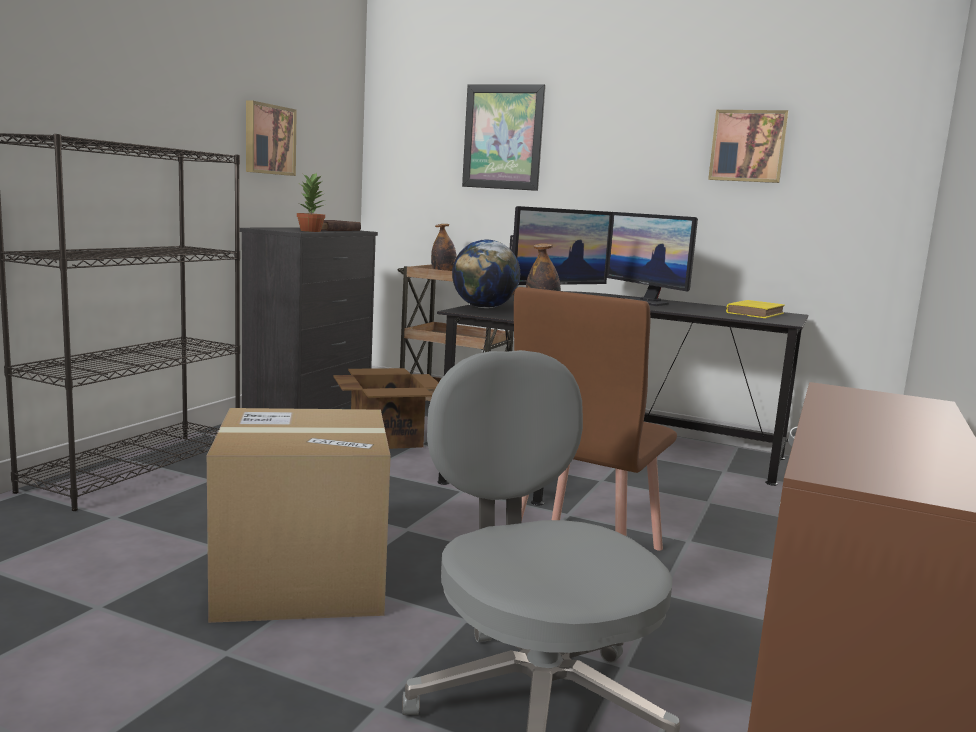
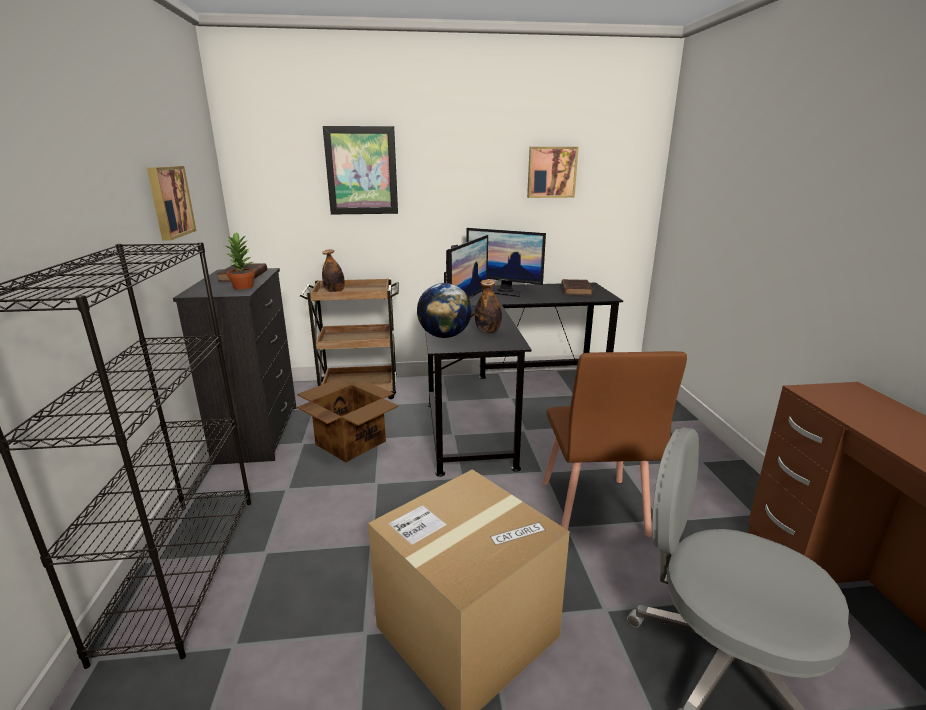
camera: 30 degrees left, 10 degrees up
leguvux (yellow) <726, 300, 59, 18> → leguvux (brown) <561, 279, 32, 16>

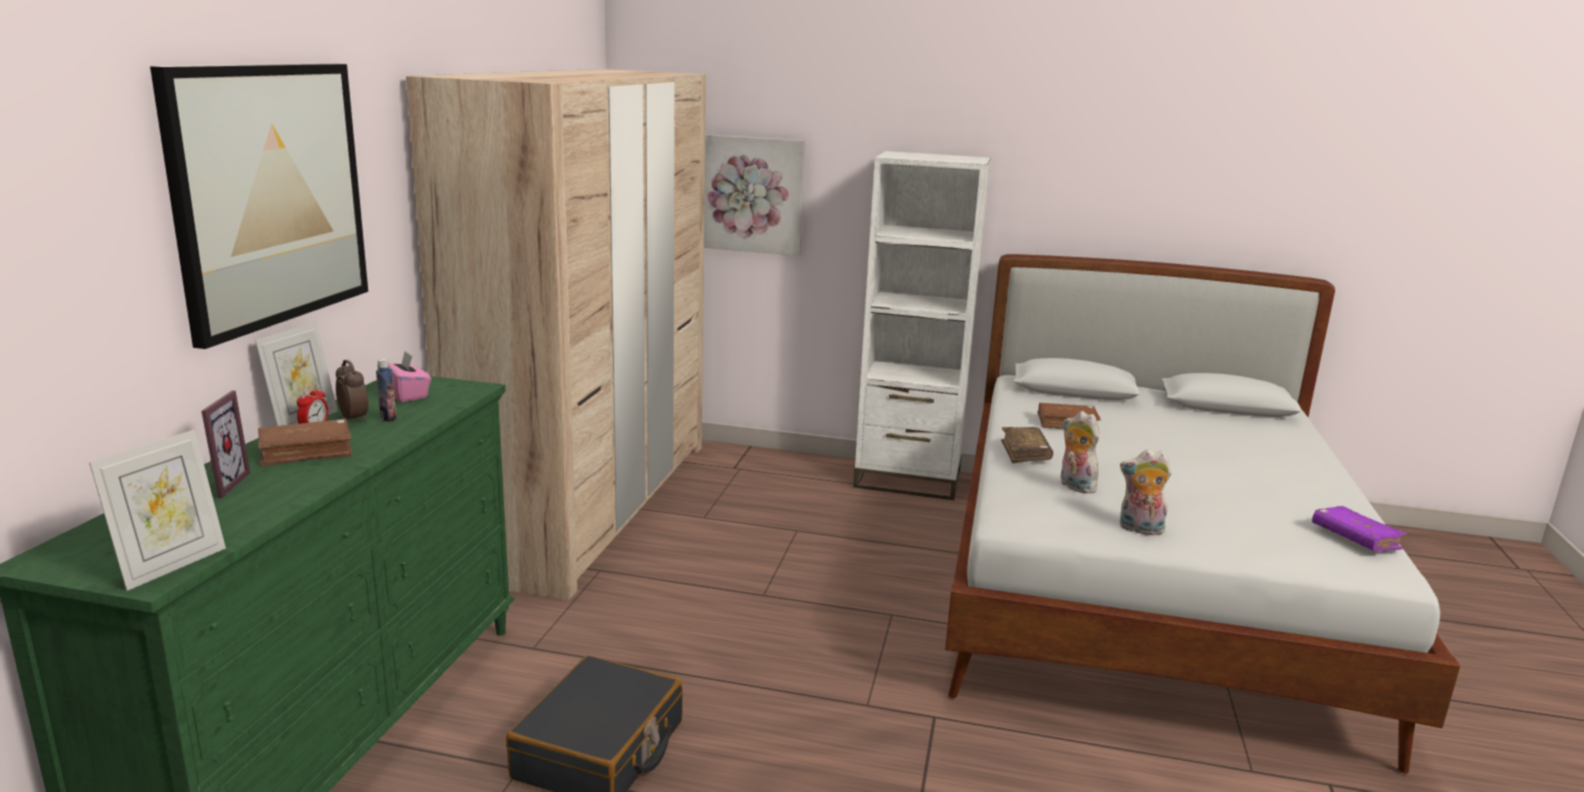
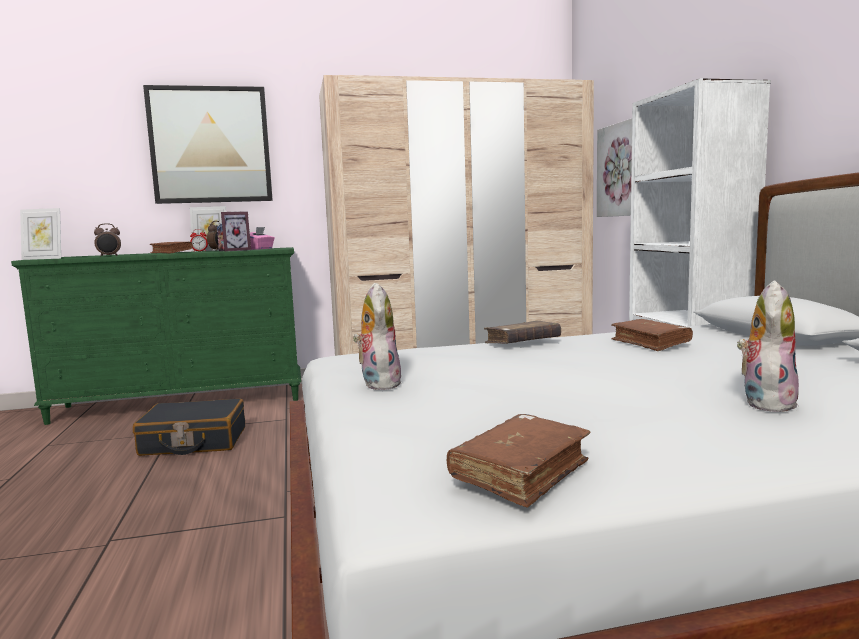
camera: 65 degrees right, 10 degrees down
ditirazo <201, 391, 50, 107> → ditirazo <221, 211, 30, 40>, relocated
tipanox <1061, 411, 40, 82> → tipanox <737, 280, 62, 132>, relocated
leguvux (purple) <1312, 506, 95, 46> → leguvux (brown) <447, 414, 143, 94>
- → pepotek <94, 223, 27, 34>

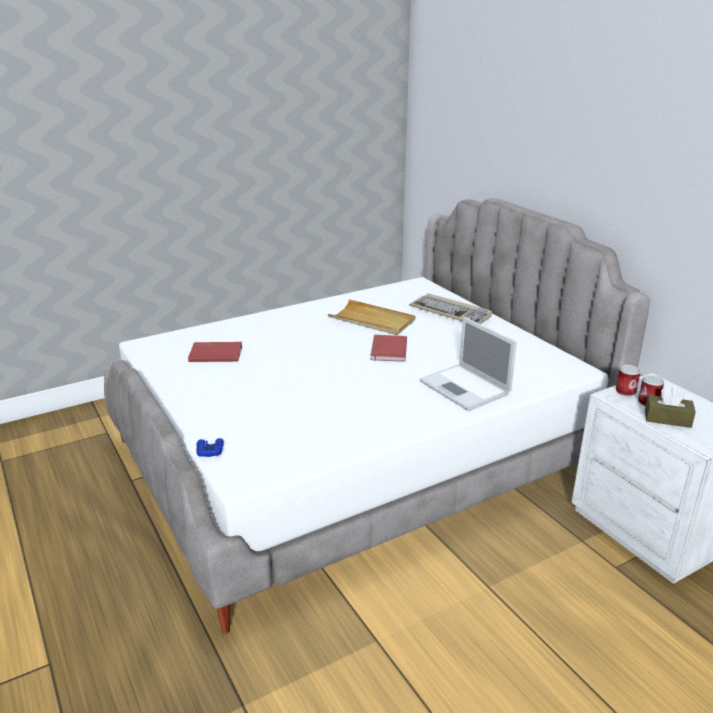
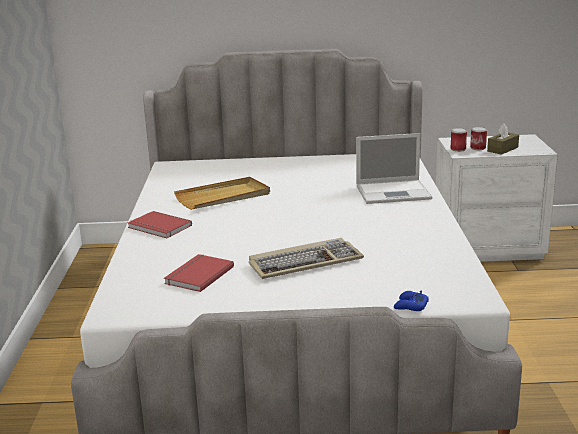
camera: 60 degrees left, 5 degrees down
leguvux (red) <370, 334, 37, 28> → leguvux (red) <128, 211, 64, 27>, relocated
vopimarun <410, 293, 82, 31> → vopimarun <249, 238, 115, 41>, relocated

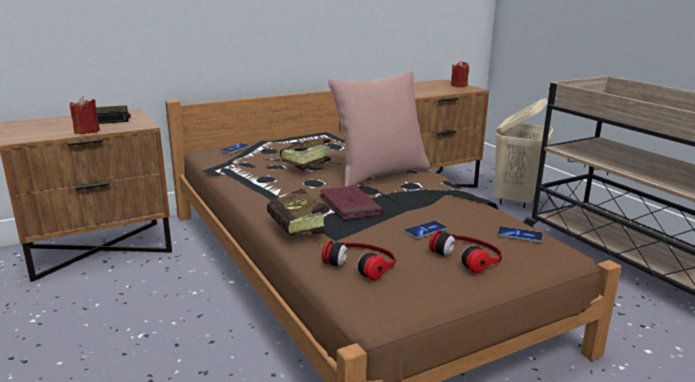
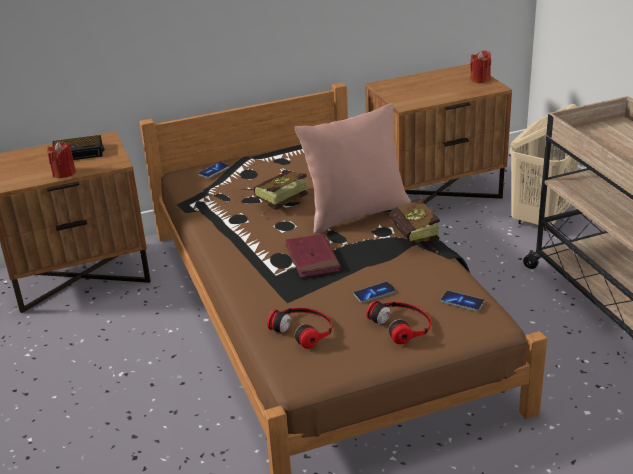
camera: 10 degrees right, 10 degrees up
leguvux <267, 188, 58, 59> → leguvux <389, 198, 51, 55>, relocated

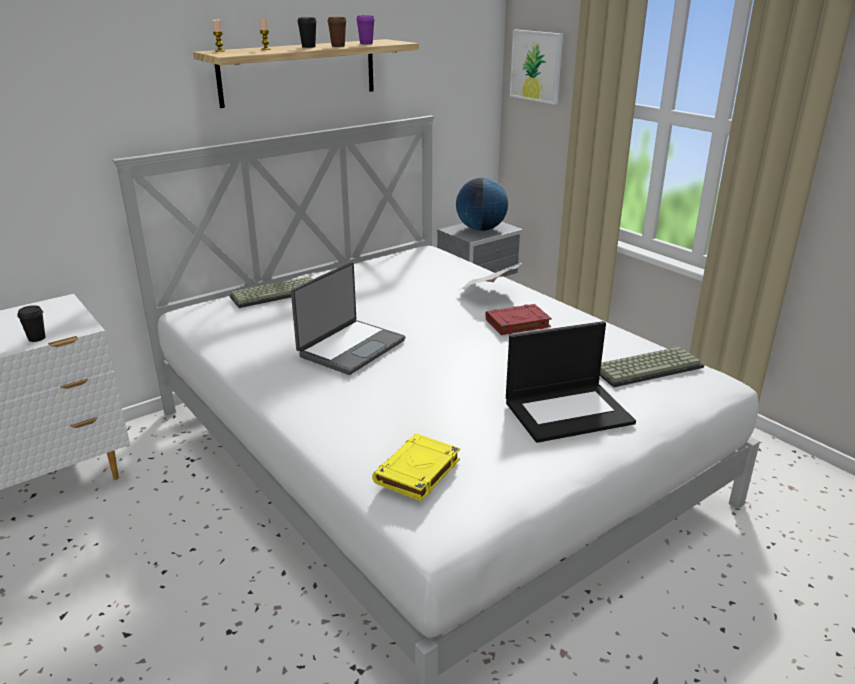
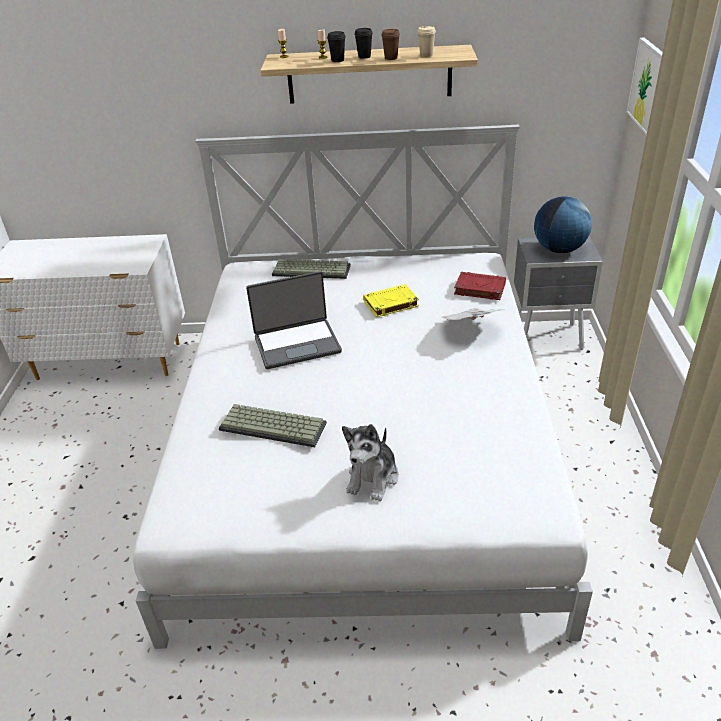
camera: 40 degrees right, 10 degrees up
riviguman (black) <17, 305, 28, 37> → riviguman (black) <327, 31, 19, 31>, relocated
riviguman (purple) <356, 15, 19, 29> → riviguman (beige) <417, 26, 19, 31>
leguvux (yellow) <372, 434, 88, 67> → leguvux (yellow) <363, 284, 56, 33>, relocated
leguvux (red) <485, 304, 67, 31> → leguvux (red) <454, 272, 52, 28>, relocated
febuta <506, 321, 130, 122> → tipanox <342, 424, 57, 77>
vopimarun <600, 347, 104, 40> → vopimarun <219, 404, 108, 43>, relocated

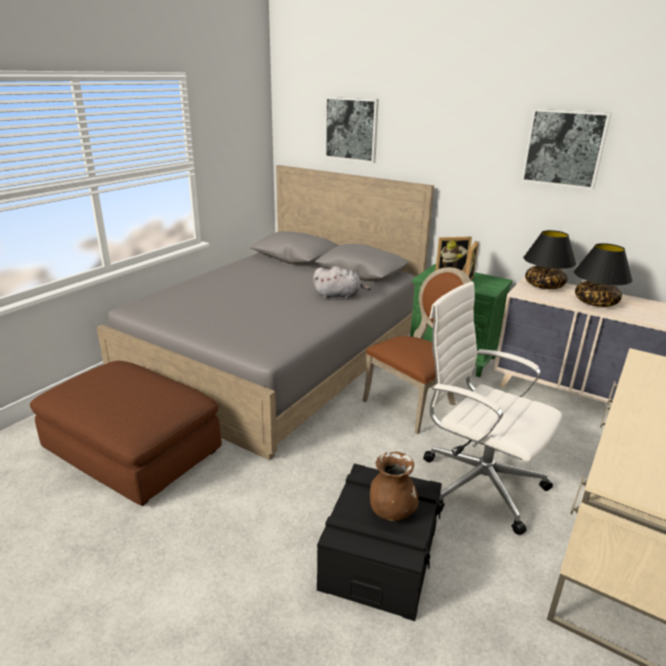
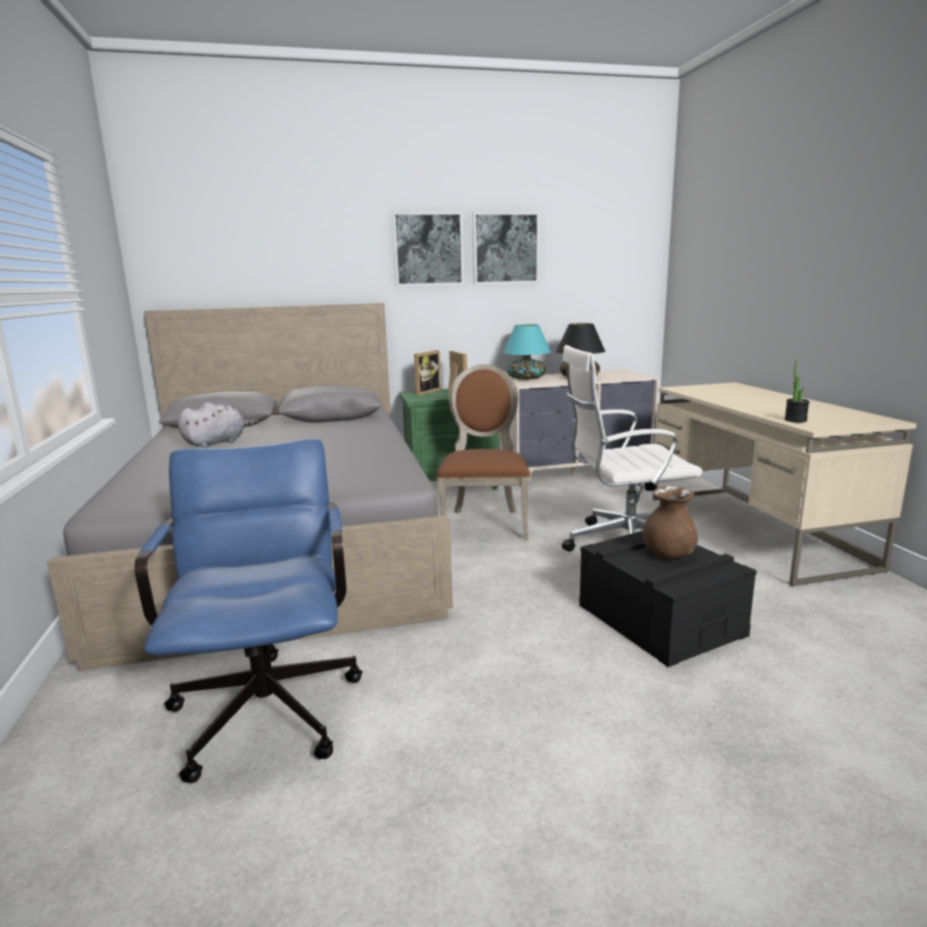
camera: 45 degrees left, 10 degrees down
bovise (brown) <30, 361, 192, 145> → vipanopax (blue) <135, 439, 227, 344>
tipanox (grey) <313, 266, 58, 34> → tipanox (grey) <178, 402, 80, 46>, relocated
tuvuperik <324, 96, 55, 67> → tuvuperik <392, 212, 72, 74>, relocated
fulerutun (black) <523, 230, 53, 59> → fulerutun (turquoise) <502, 324, 49, 56>
- → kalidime <784, 360, 26, 63>

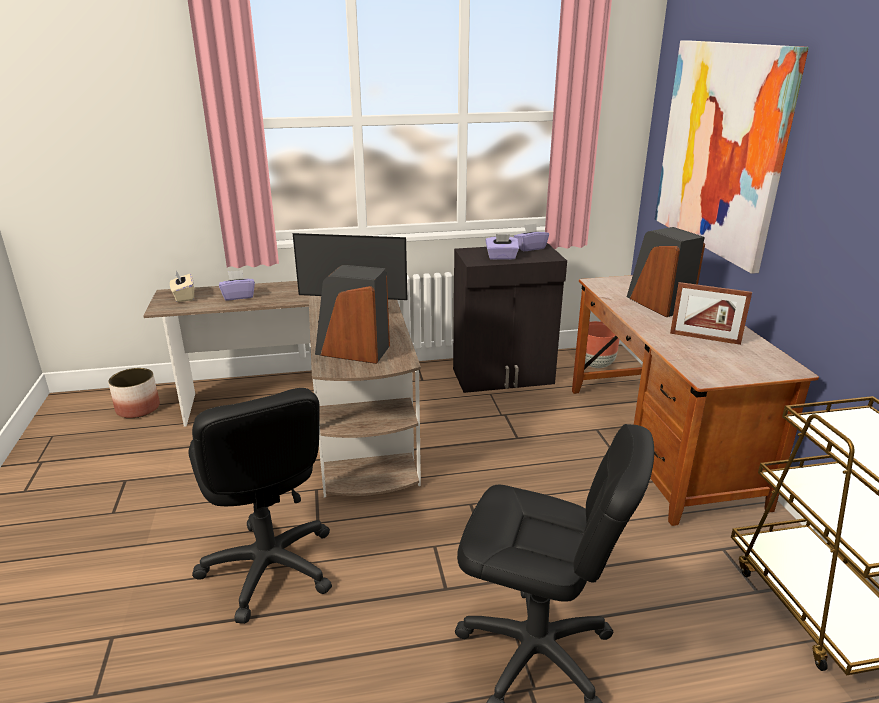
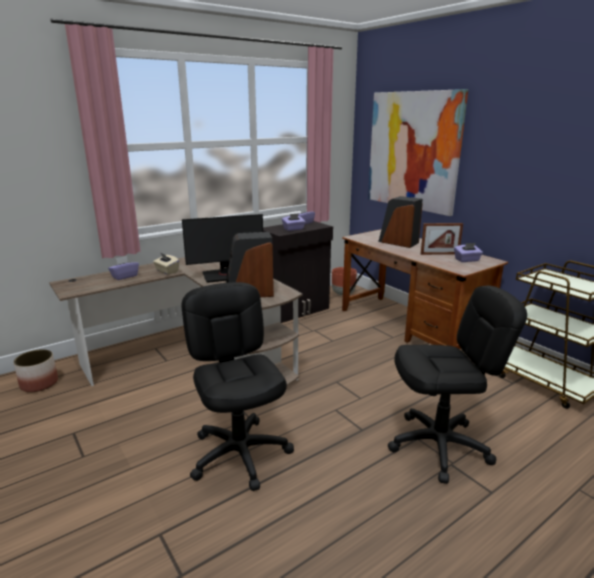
camera: 25 degrees left, 5 degrees down
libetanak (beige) <170, 271, 24, 31> → libetanak (beige) <153, 252, 26, 23>, relocated
vipanopax (black) <189, 388, 143, 236> → vipanopax (black) <181, 282, 113, 209>, 150 degrees counterclockwise
- → libetanak (purple) <454, 243, 29, 19>

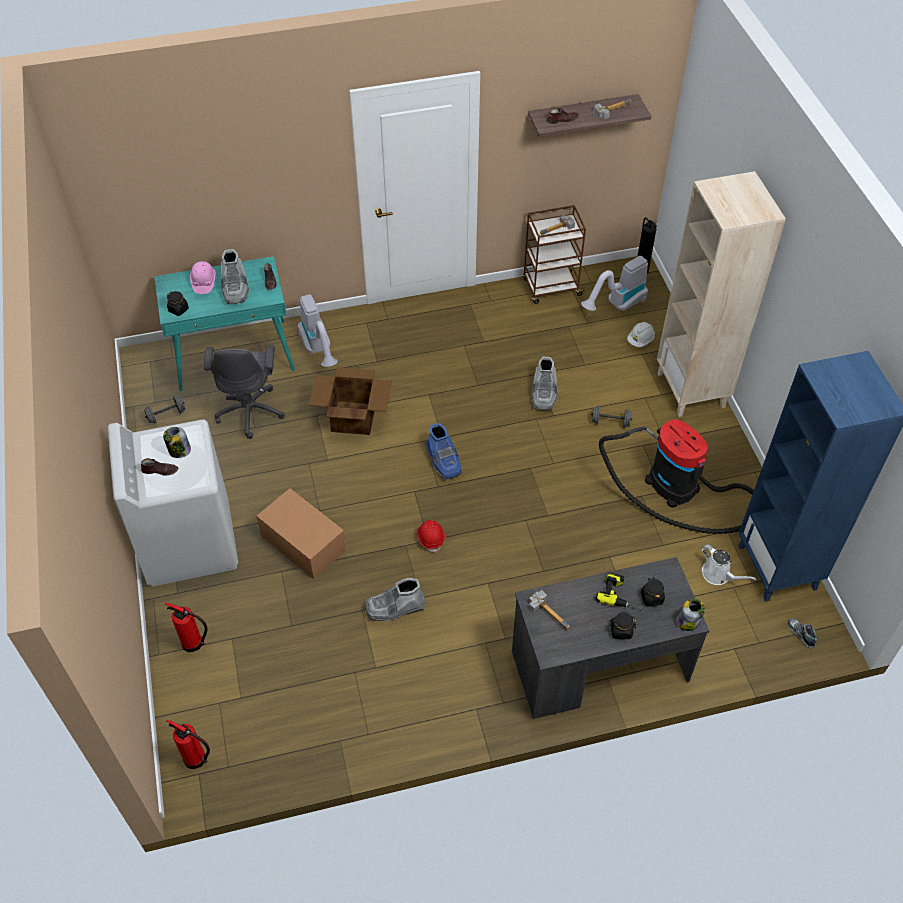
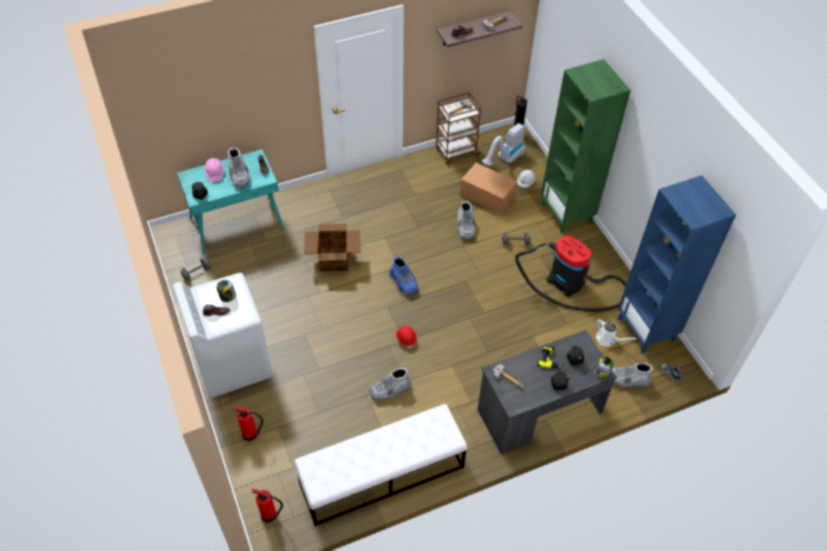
camera: 10 degrees left, 0 degrees up
vipanopax (grey) <204, 345, 81, 94> → -
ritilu <257, 488, 90, 91> → ritilu <460, 163, 58, 51>, relocated
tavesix <298, 294, 40, 73> → -
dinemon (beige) <657, 171, 129, 246> → dinemon (green) <541, 59, 90, 175>
- → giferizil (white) <294, 404, 173, 122>
- → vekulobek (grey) <612, 362, 40, 26>

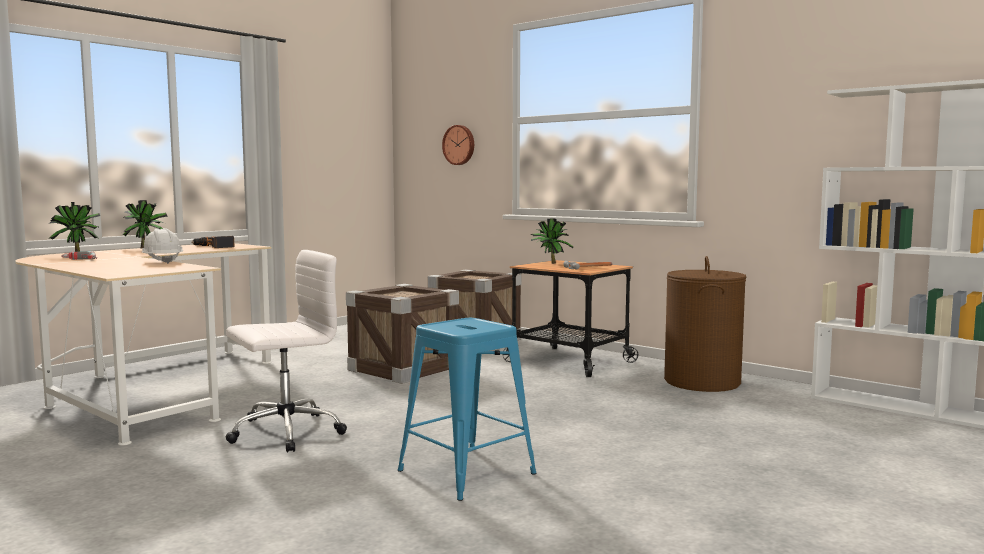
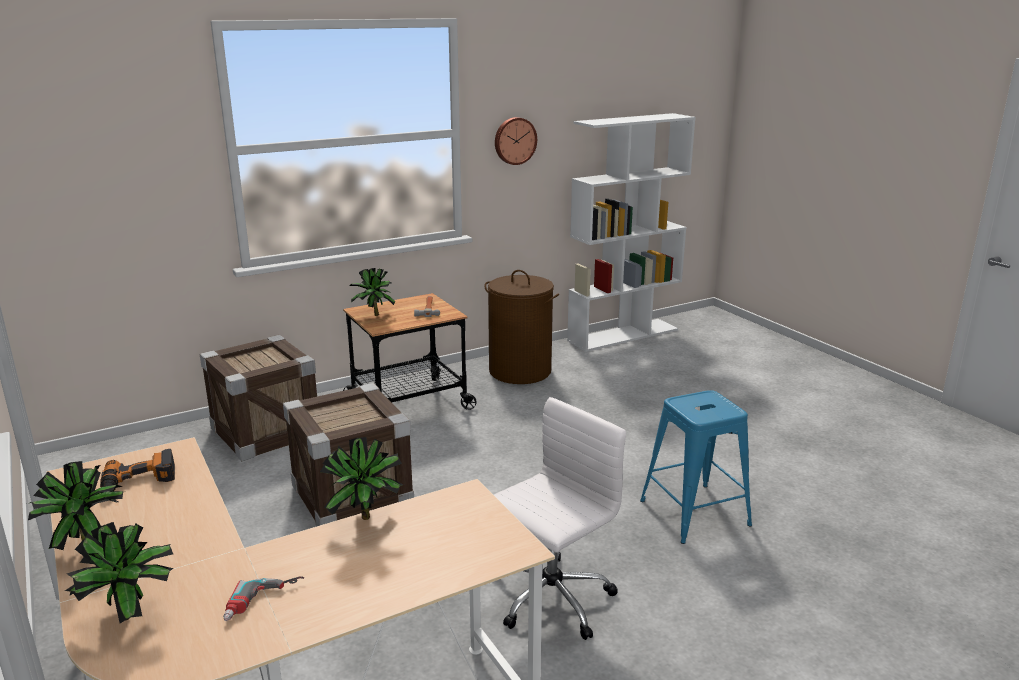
camera: 70 degrees left, 15 degrees up
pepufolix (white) <142, 228, 41, 36> → kalidime <320, 437, 84, 83>
vipanopax (white) <226, 250, 121, 202> → vipanopax (white) <494, 397, 132, 243>, 60 degrees clockwise
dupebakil <442, 125, 32, 40> → dupebakil <495, 117, 42, 48>, relocated

